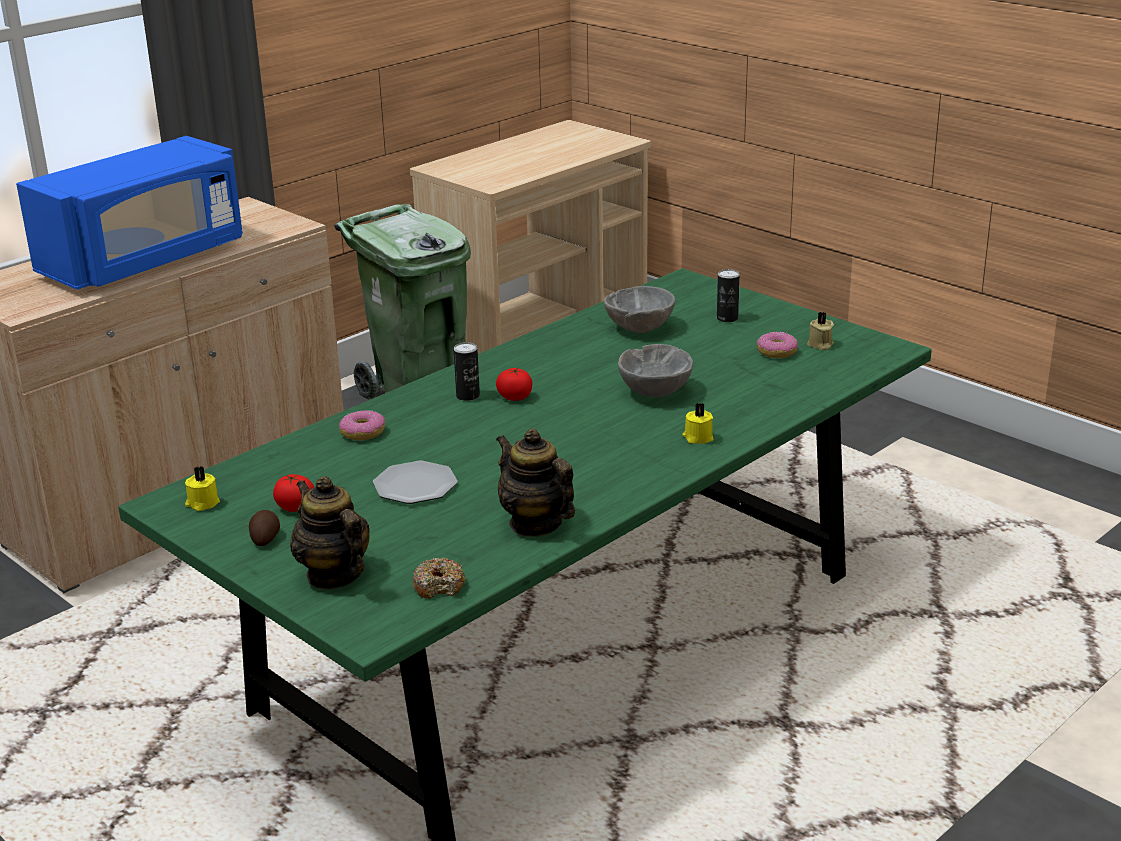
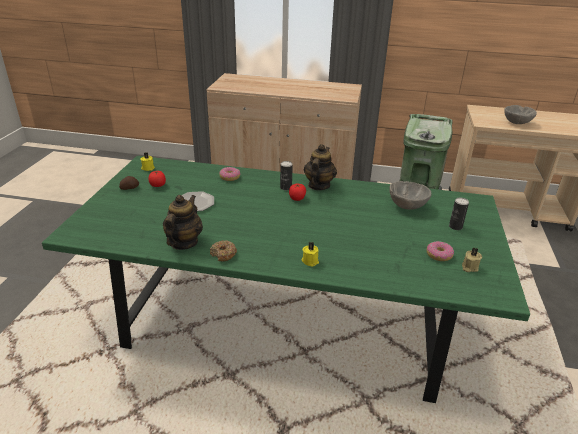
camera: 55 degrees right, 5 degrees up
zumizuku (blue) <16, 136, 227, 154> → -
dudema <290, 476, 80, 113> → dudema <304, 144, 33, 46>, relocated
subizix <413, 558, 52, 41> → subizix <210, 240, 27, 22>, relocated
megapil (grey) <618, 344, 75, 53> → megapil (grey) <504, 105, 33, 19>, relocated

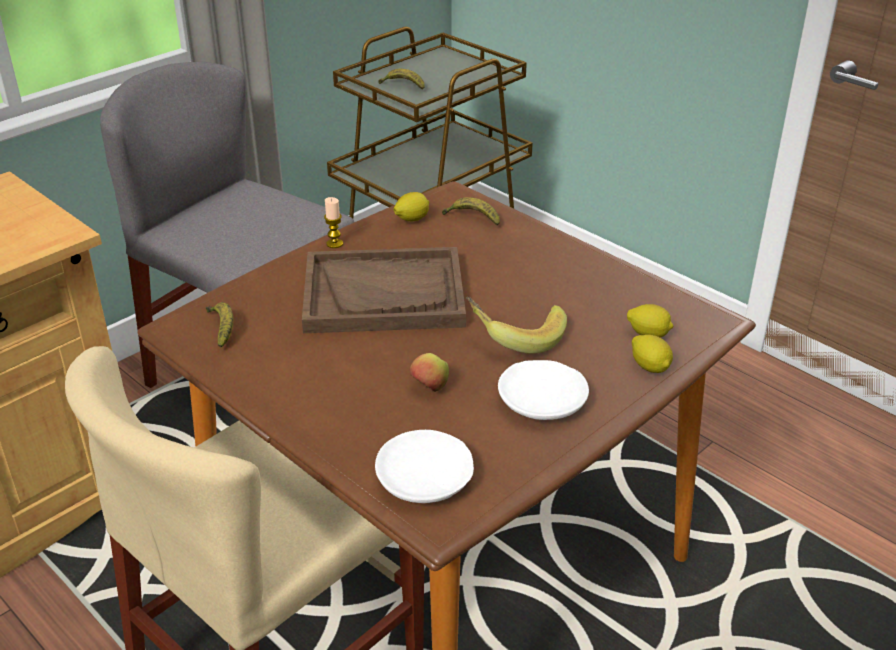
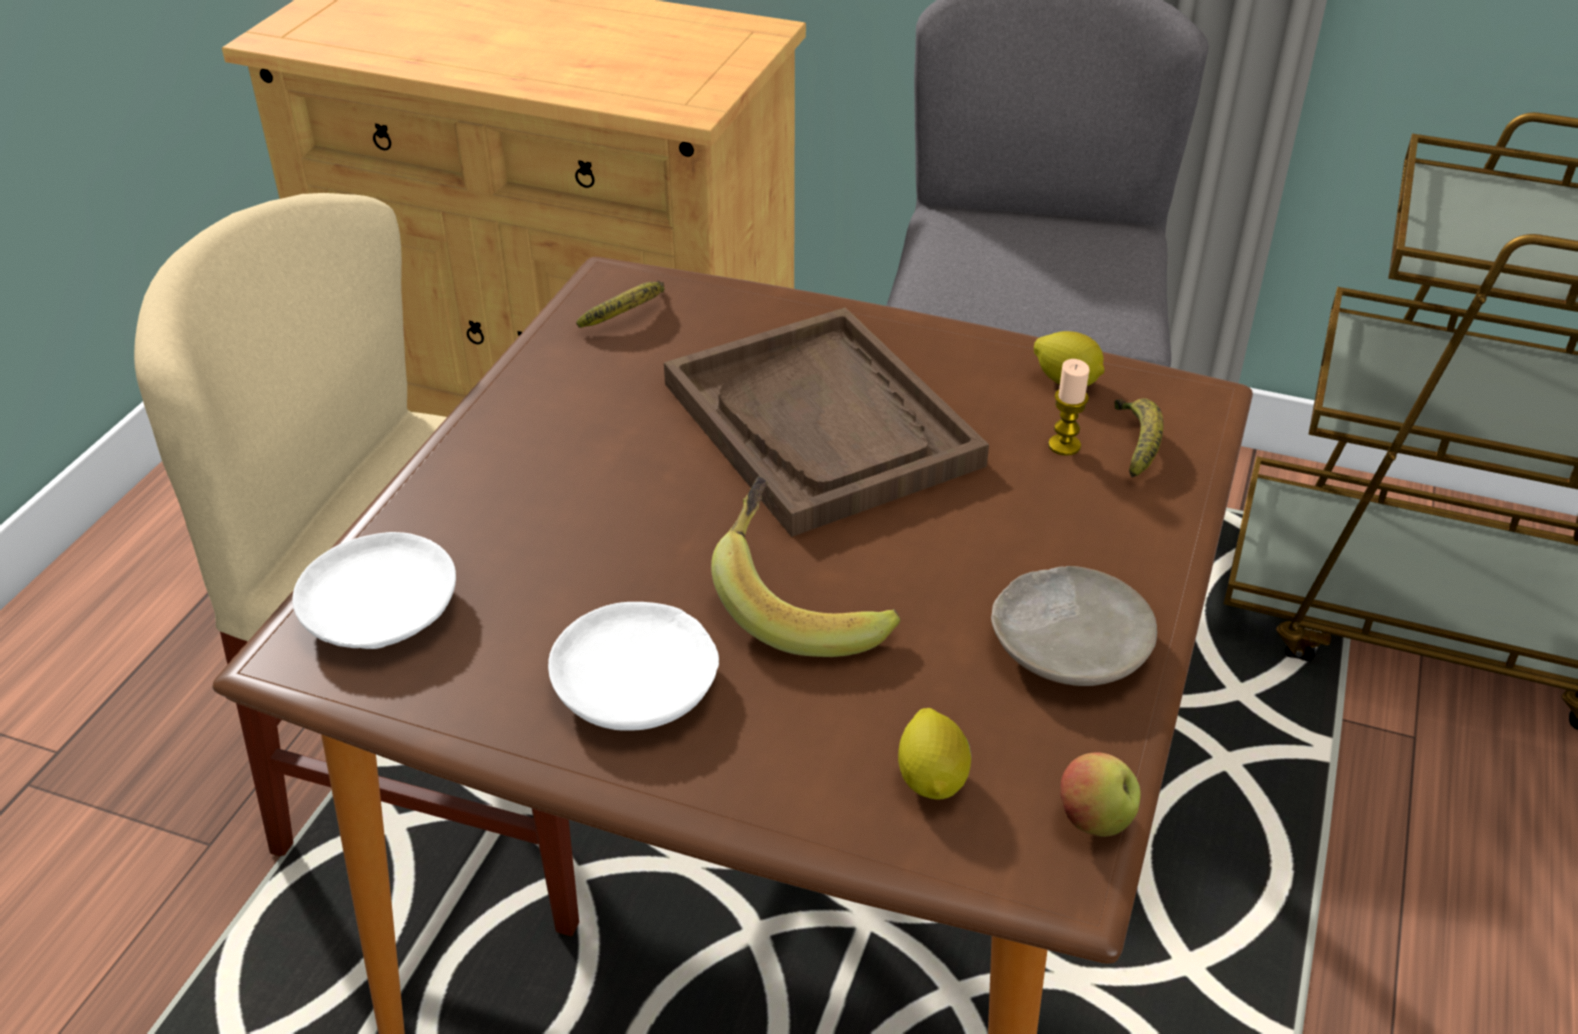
camera: 65 degrees right, 5 degrees up
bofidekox <324, 197, 19, 51> → bofidekox <1048, 359, 42, 97>, relocated
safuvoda <378, 69, 47, 21> → -
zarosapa <410, 353, 39, 39> → zarosapa <1060, 752, 81, 85>, relocated
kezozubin <632, 335, 41, 38> → -
- → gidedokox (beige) <991, 566, 166, 120>

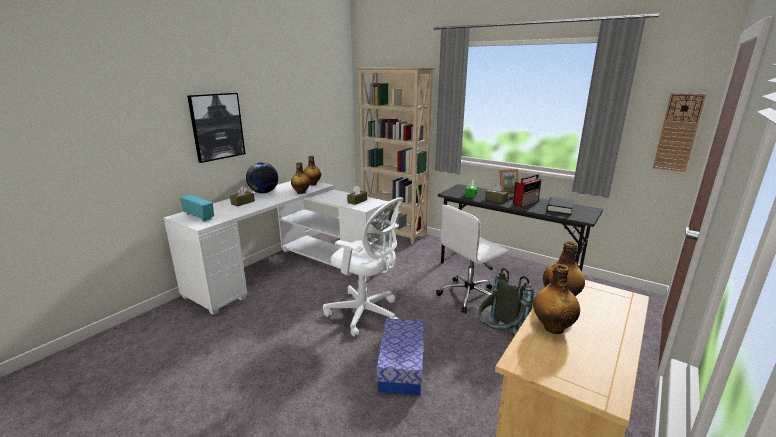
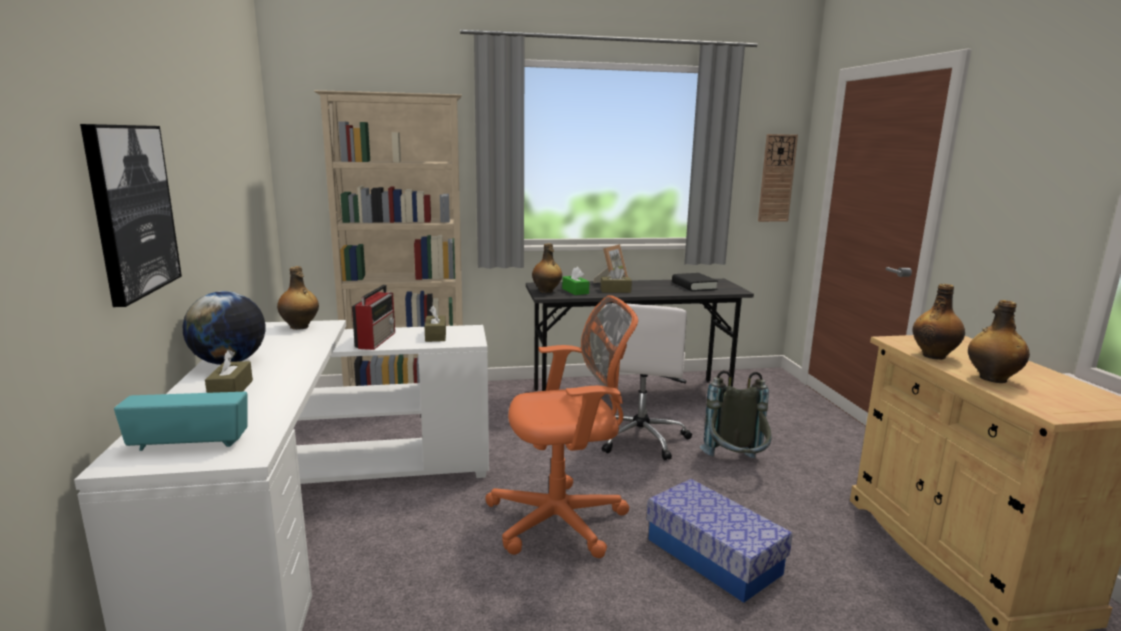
camera: 45 degrees left, 5 degrees down
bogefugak <291, 162, 19, 32> → bogefugak <532, 243, 30, 50>, relocated
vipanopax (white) <323, 197, 81, 140> → vipanopax (orange) <485, 295, 153, 263>
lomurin <513, 174, 29, 33> → lomurin <352, 285, 43, 65>, relocated

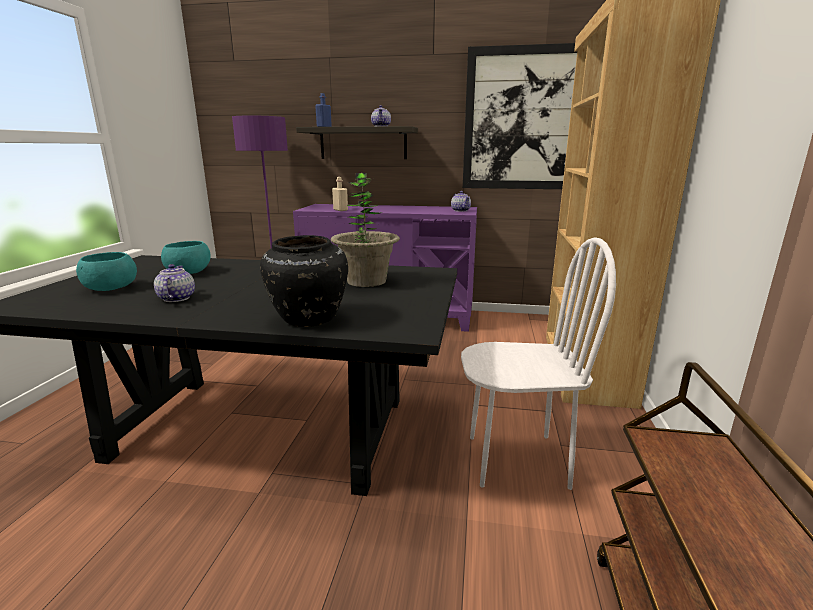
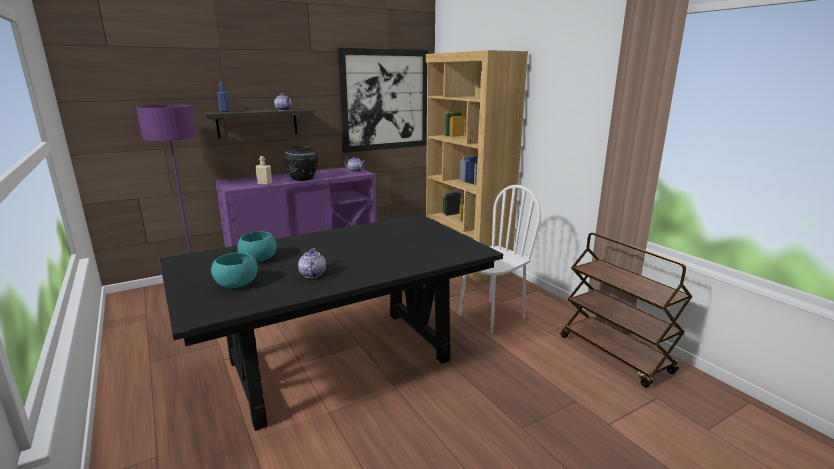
camera: 40 degrees left, 0 degrees up
dudema <154, 264, 41, 38> → dudema <298, 248, 28, 30>, 45 degrees clockwise
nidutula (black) <260, 235, 88, 92> → nidutula (black) <284, 145, 34, 36>, relocated
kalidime <331, 173, 69, 114> → -

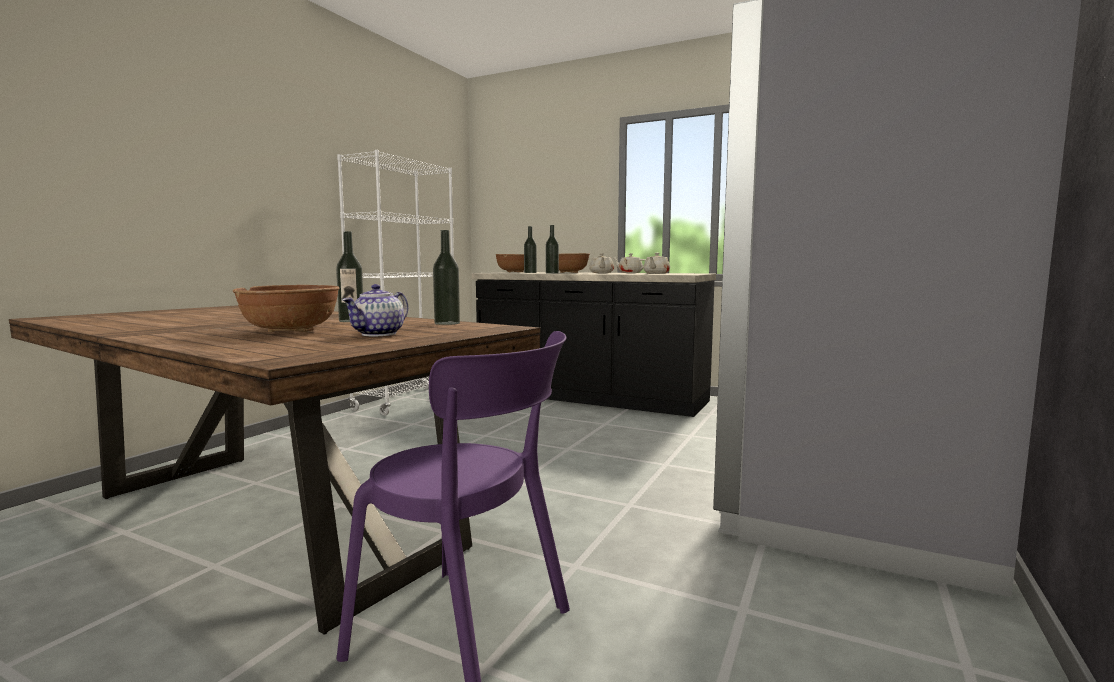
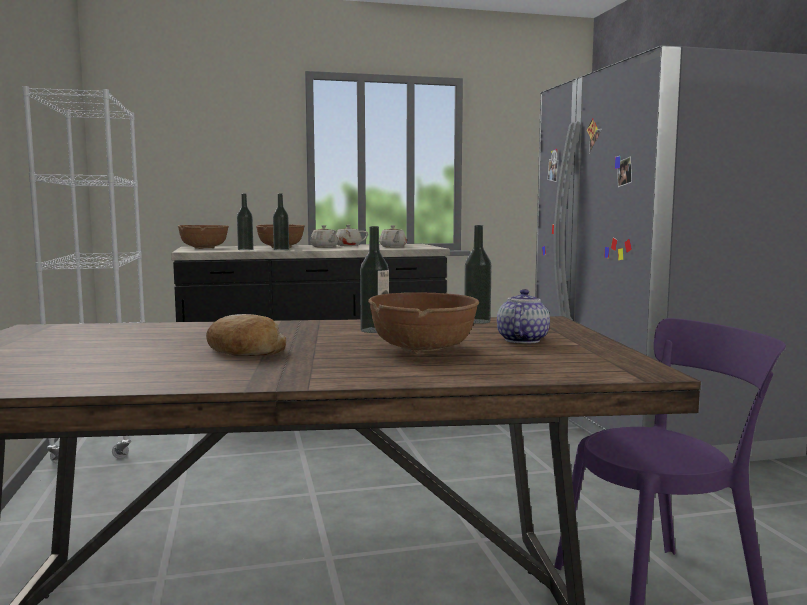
camera: 40 degrees left, 0 degrees up
dudema <342, 284, 66, 52> → dudema <497, 289, 53, 55>, 150 degrees counterclockwise
- → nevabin <206, 314, 80, 42>

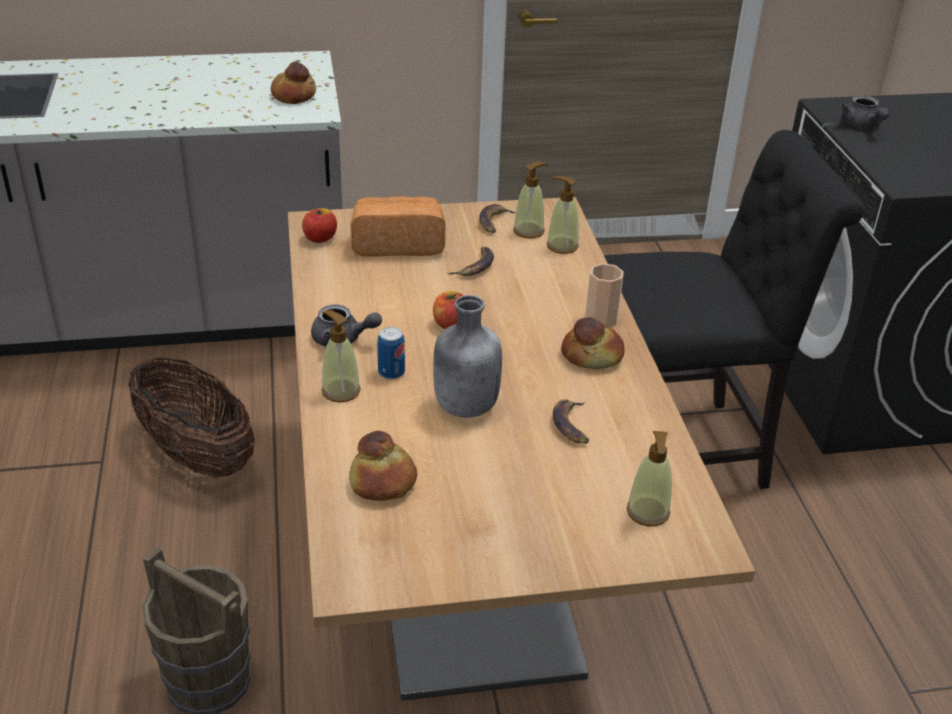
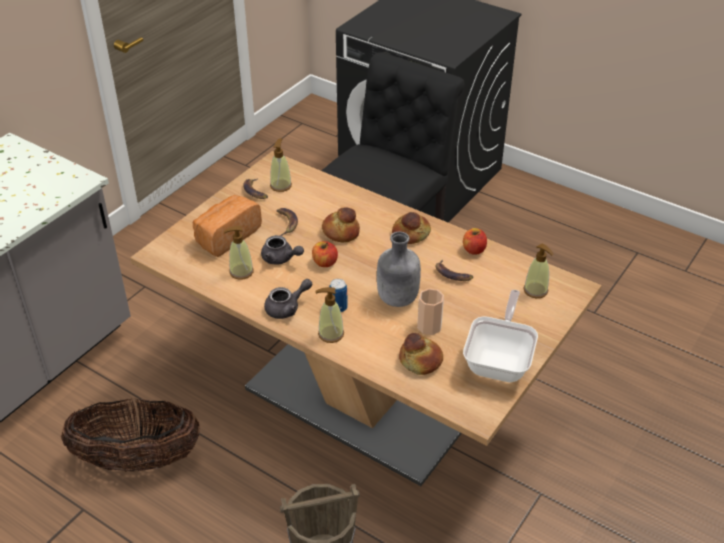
camera: 45 degrees left, 5 degrees up
nevabin <271, 62, 45, 42> → nevabin <322, 207, 38, 35>, relocated
zarosapa <302, 208, 35, 35> → zarosapa <463, 228, 24, 27>, relocated
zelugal <547, 176, 32, 78> → zelugal <223, 226, 31, 54>, relocated
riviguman <585, 263, 39, 64> → riviguman <417, 288, 27, 47>, relocated
dudema (grey) <841, 95, 49, 33> → dudema (grey) <261, 235, 43, 30>, relocated
- → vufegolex <463, 290, 75, 93>

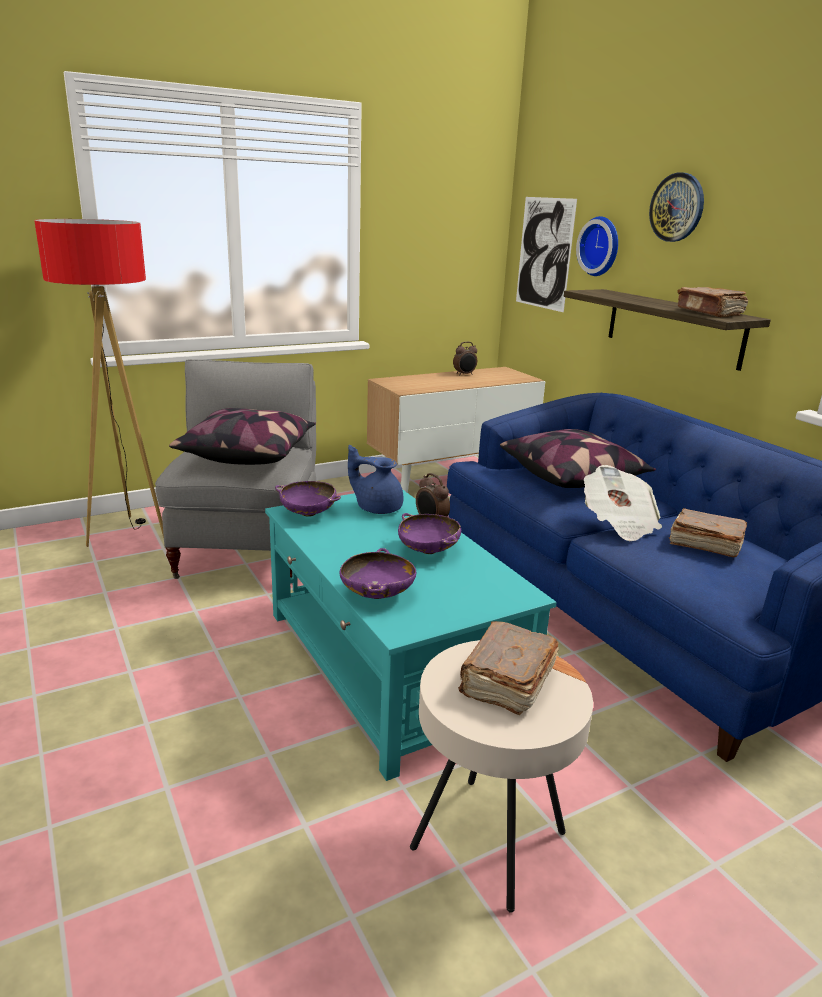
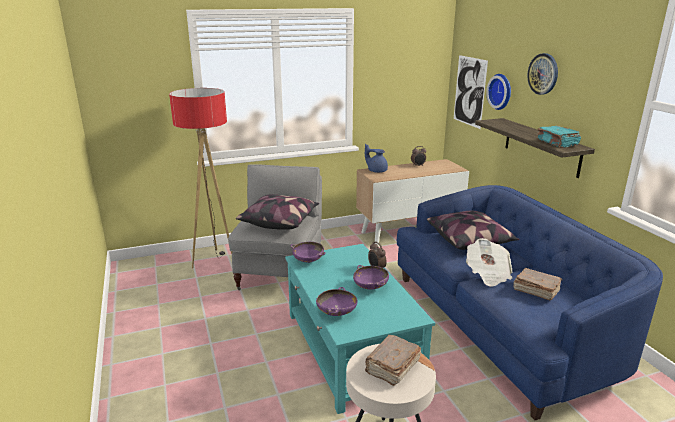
camera: 10 degrees right, 0 degrees up
dudema (blue) <348, 445, 56, 69> → dudema (blue) <365, 144, 23, 29>, relocated
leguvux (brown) <677, 287, 71, 30> → leguvux (turquoise) <537, 126, 44, 22>

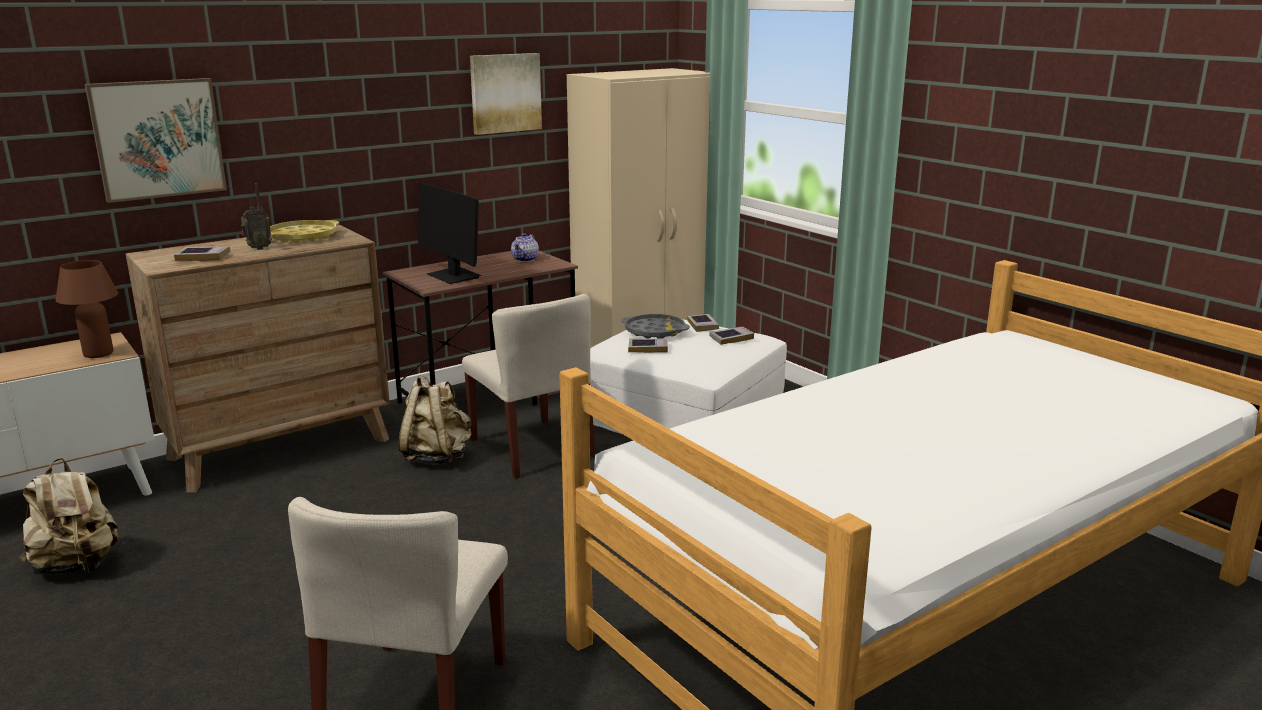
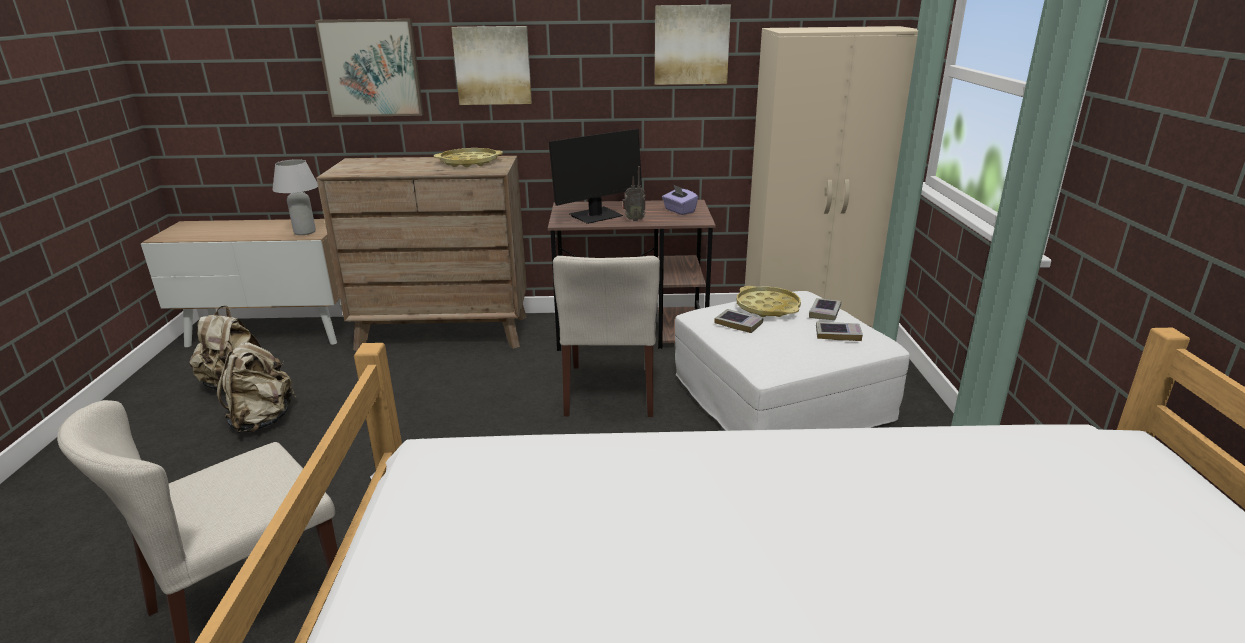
camera: 35 degrees right, 5 degrees up
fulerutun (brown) <56, 260, 62, 98> → fulerutun (white) <273, 159, 45, 76>
leguvux <174, 247, 56, 14> → -
lomurin <241, 183, 31, 67> → lomurin <623, 166, 22, 55>, relocated
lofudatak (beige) <398, 376, 74, 89> → lofudatak (beige) <217, 340, 79, 93>, relocated
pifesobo <418, 183, 64, 101> → pifesobo <549, 129, 93, 95>, 120 degrees counterclockwise
dudema <511, 233, 28, 29> → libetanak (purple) <662, 184, 36, 31>
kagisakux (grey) <621, 314, 69, 25> → kagisakux (yellow) <737, 286, 64, 31>
- → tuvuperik <451, 26, 81, 79>

